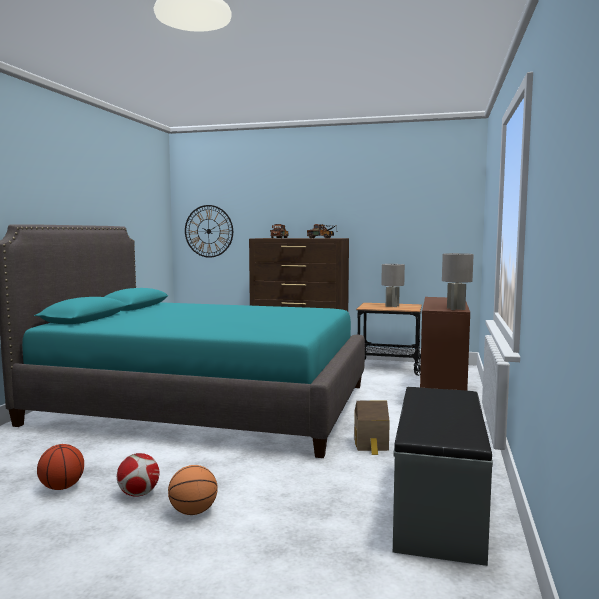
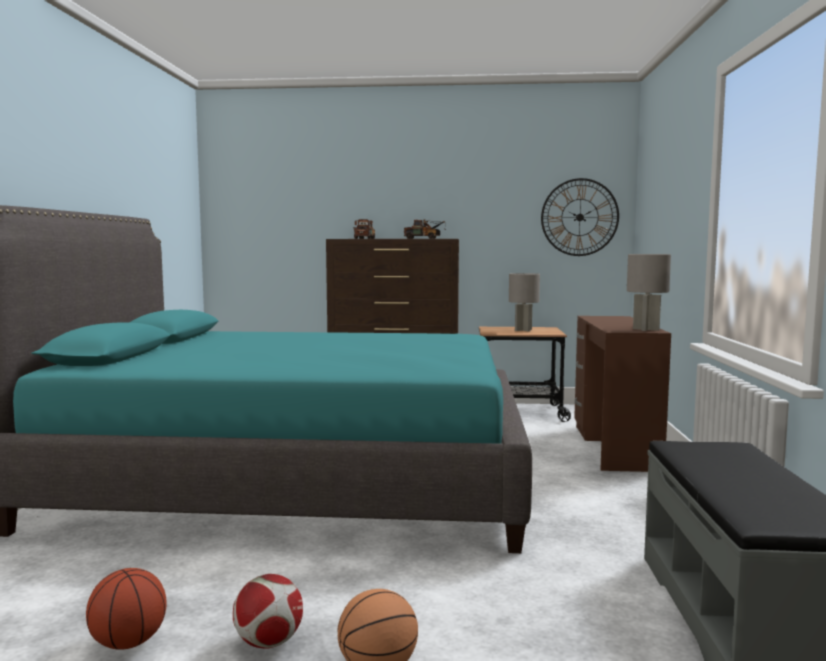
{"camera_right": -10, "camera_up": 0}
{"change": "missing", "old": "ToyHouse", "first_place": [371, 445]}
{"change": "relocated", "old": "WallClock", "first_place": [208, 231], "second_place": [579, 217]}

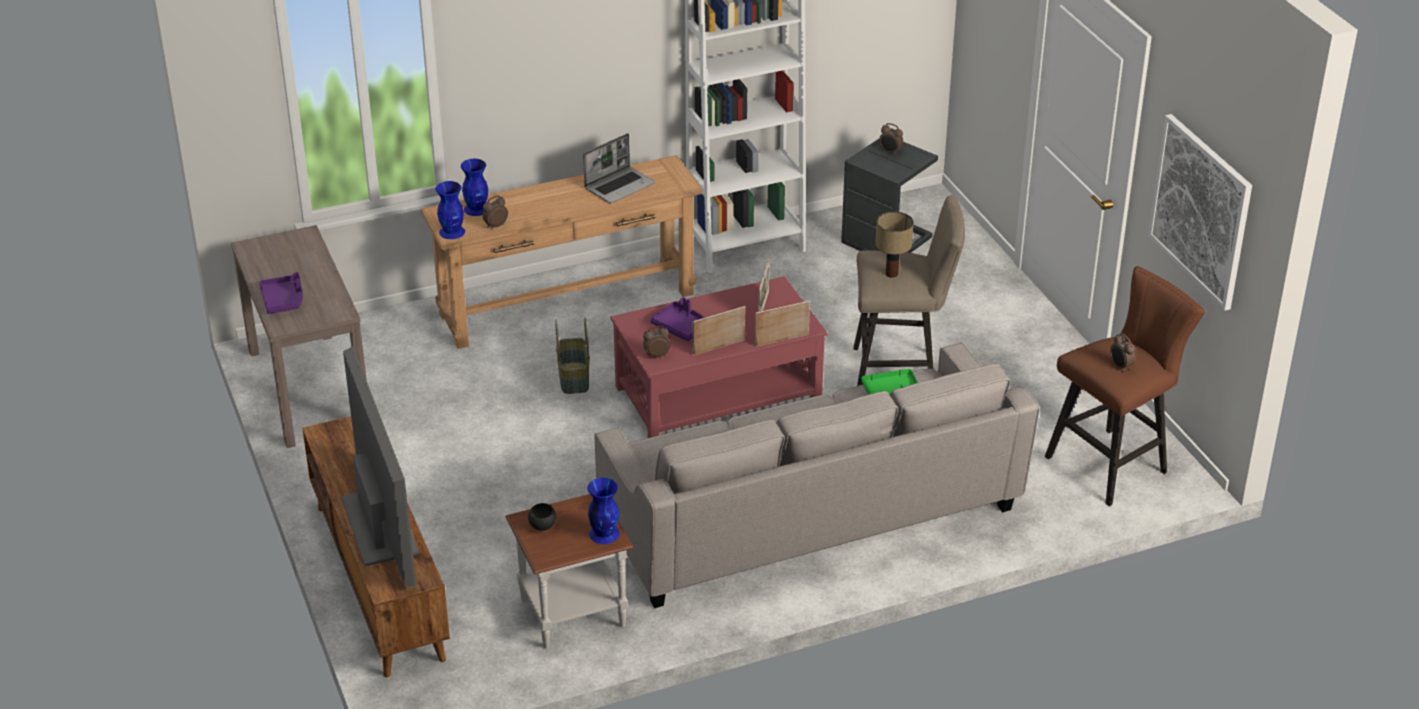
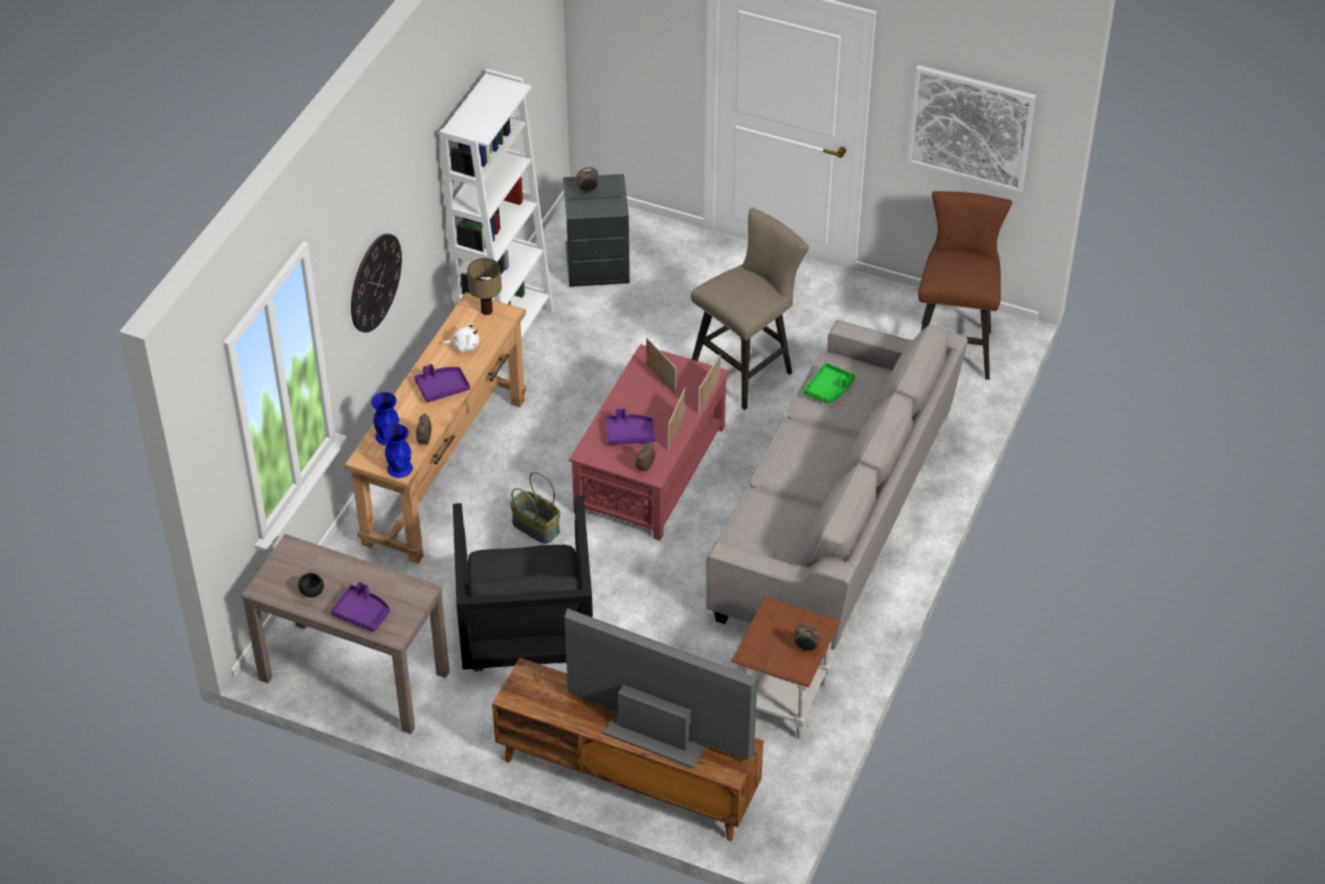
{"camera_right": -45, "camera_up": 10}
{"change": "missing", "old": "BlueVase", "first_place": [604, 533]}
{"change": "appeared", "new": "WallClock", "second_place": [375, 282]}
{"change": "appeared", "new": "PurpleTray", "second_place": [442, 388]}
{"change": "appeared", "new": "BlackArmchair", "second_place": [525, 623]}
{"change": "relocated", "old": "BlackBowl", "first_place": [542, 526], "second_place": [312, 592]}
{"change": "relocated", "old": "TableLamp", "first_place": [892, 273], "second_place": [486, 310]}
{"change": "relocated", "old": "AlarmClock", "first_place": [1120, 366], "second_place": [806, 648]}
{"change": "exchanged", "old": "Laptop", "new": "WhitePlushToy", "first_place": [620, 186], "second_place": [464, 346]}

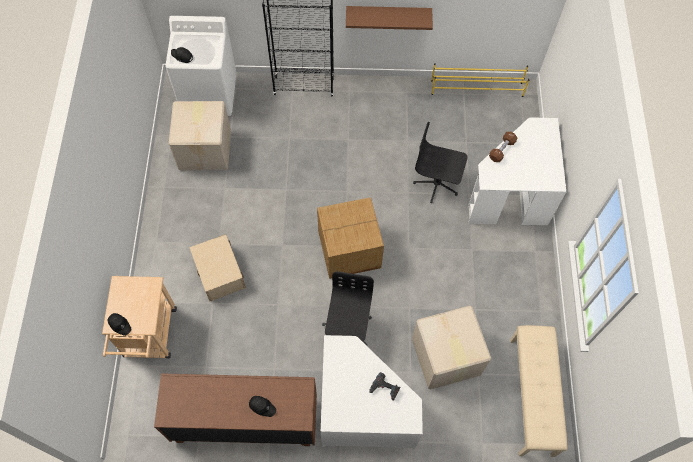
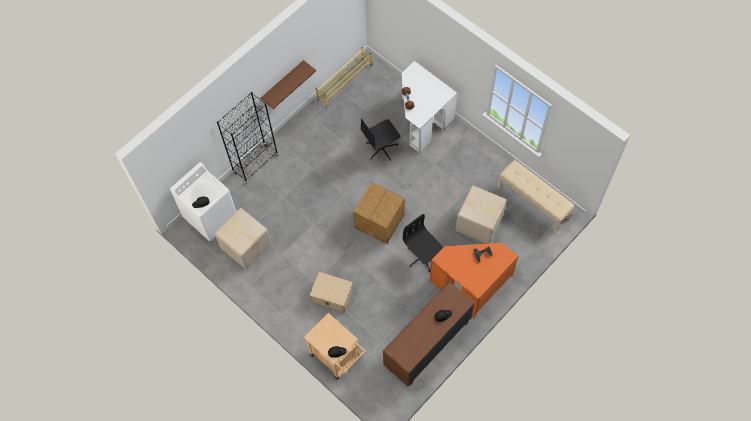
{"camera_right": -45, "camera_up": 0}
{"change": "colour", "old": "WhiteDesk", "new": "OrangeDesk", "first_place": [362, 410], "second_place": [472, 284]}

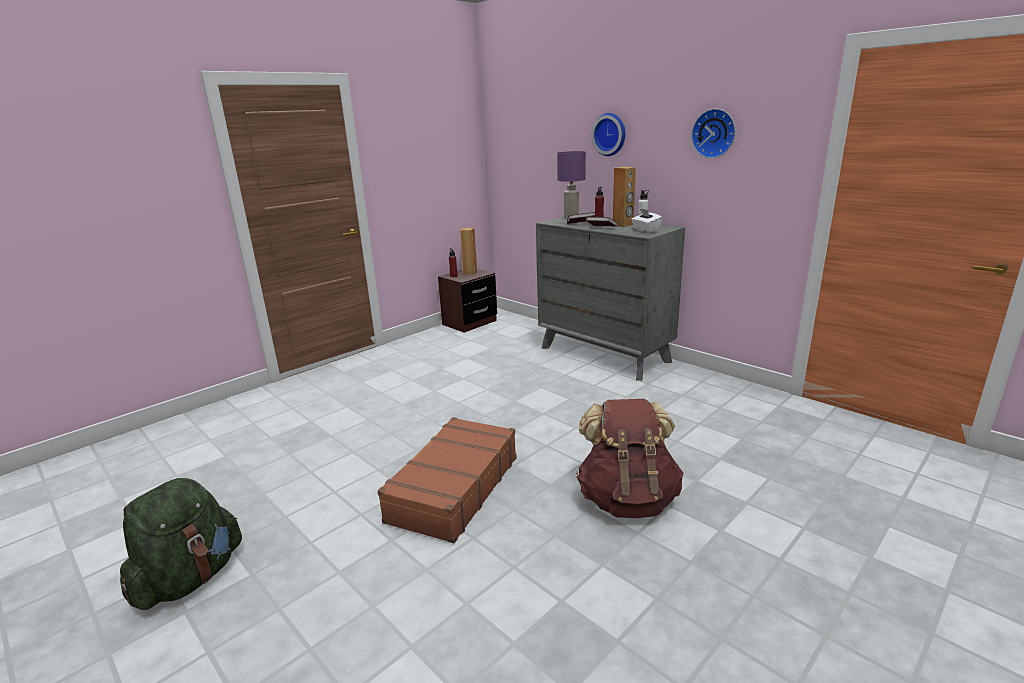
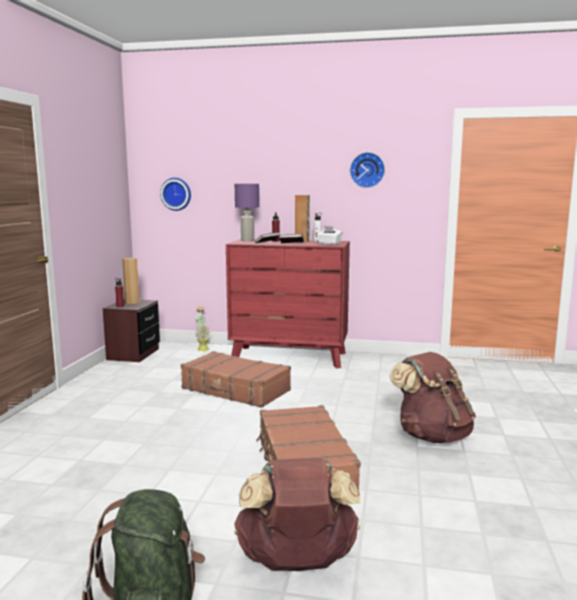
{"camera_right": -35, "camera_up": -10}
{"change": "appeared", "new": "BrownSuitcase", "second_place": [235, 390]}
{"change": "appeared", "new": "PottedPlant", "second_place": [202, 348]}
{"change": "appeared", "new": "BrownBackpack", "second_place": [297, 563]}
{"change": "relocated", "old": "WallClock", "first_place": [610, 134], "second_place": [176, 194]}
{"change": "colour", "old": "GreyDresser", "new": "RedDresser", "first_place": [604, 354], "second_place": [289, 357]}

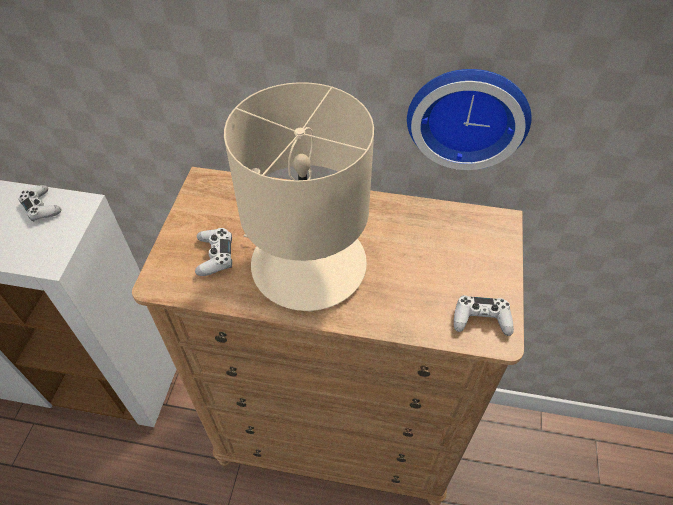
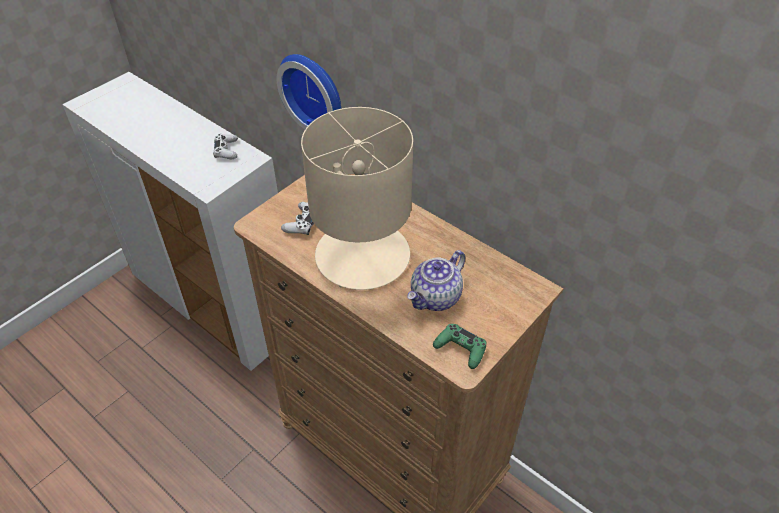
{"camera_right": 30, "camera_up": -5}
{"change": "appeared", "new": "Teapot", "second_place": [436, 298]}
{"change": "relocated", "old": "WallClock", "first_place": [468, 114], "second_place": [315, 92]}
{"change": "colour", "old": "WhiteGameController", "new": "GreenGameController", "first_place": [481, 319], "second_place": [460, 349]}

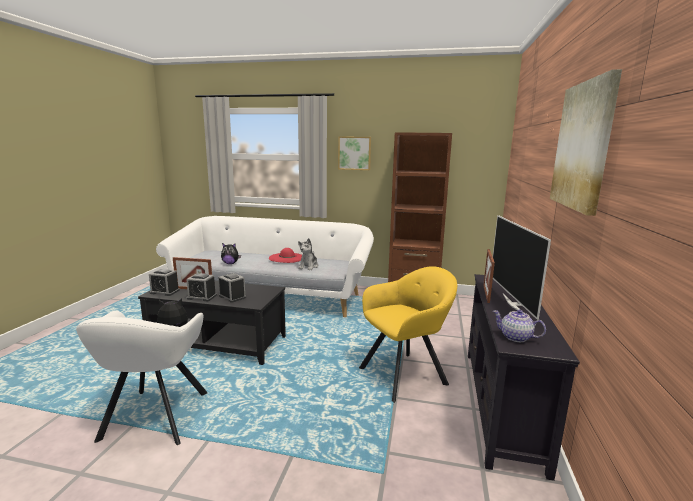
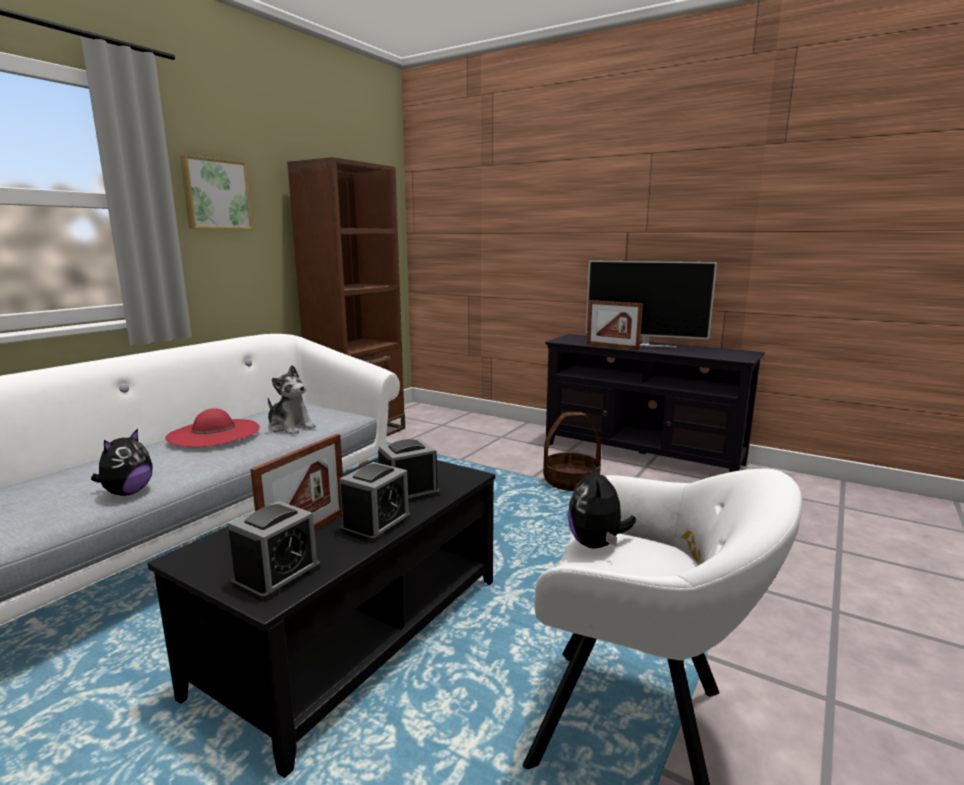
{"camera_right": -70, "camera_up": 0}
{"change": "missing", "old": "Teapot", "first_place": [516, 337]}
{"change": "missing", "old": "Picture", "first_place": [583, 146]}
{"change": "exchanged", "old": "YellowArmchair", "new": "Basket", "first_place": [406, 375], "second_place": [571, 482]}

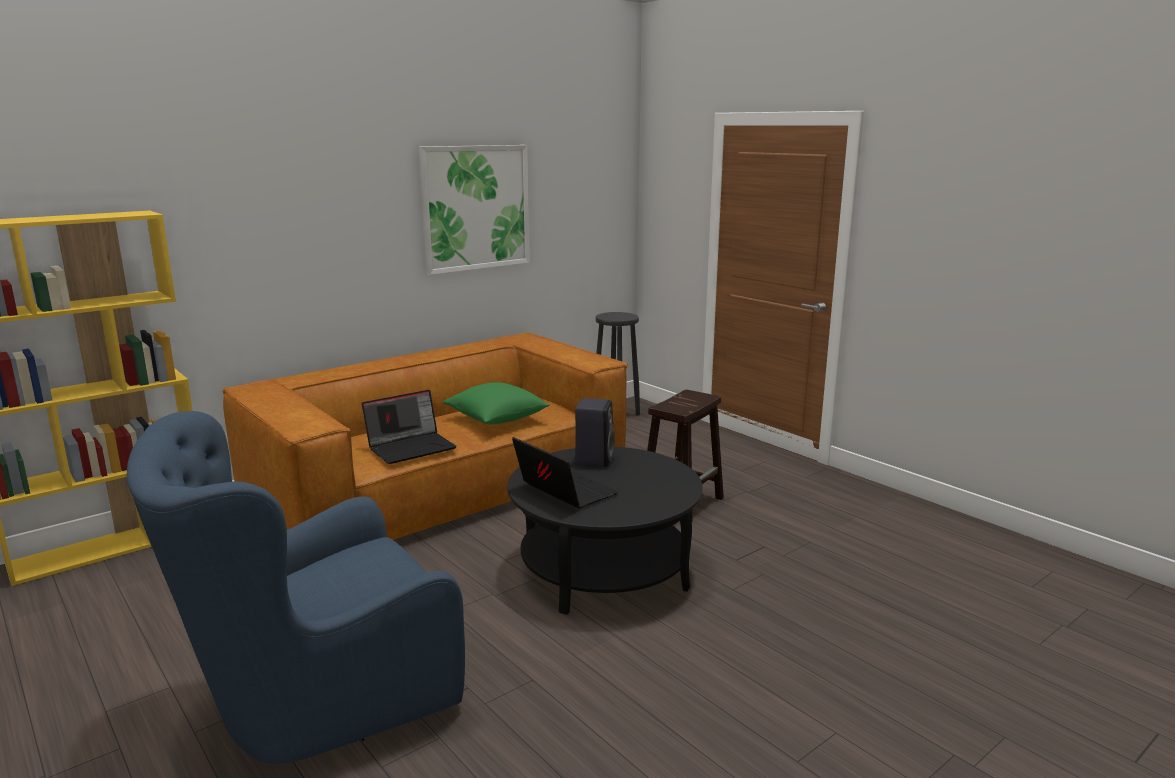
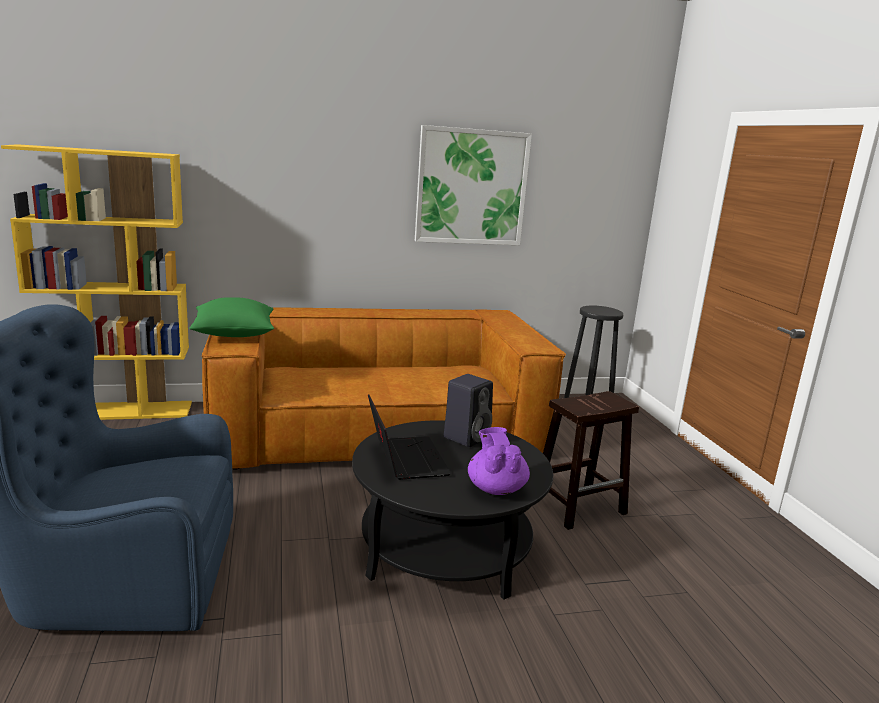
{"camera_right": 25, "camera_up": 0}
{"change": "missing", "old": "Laptop", "first_place": [411, 447]}
{"change": "appeared", "new": "PurpleTeapot", "second_place": [496, 488]}
{"change": "relocated", "old": "GreenPillow", "first_place": [496, 419], "second_place": [234, 334]}

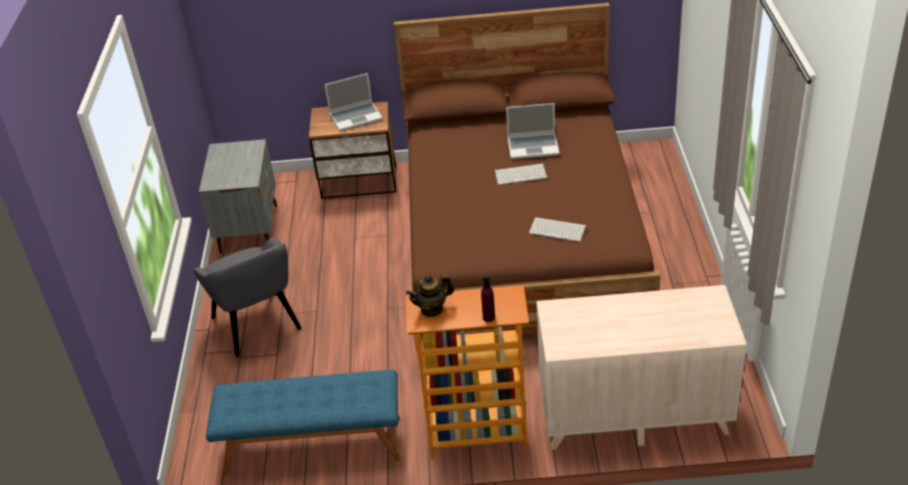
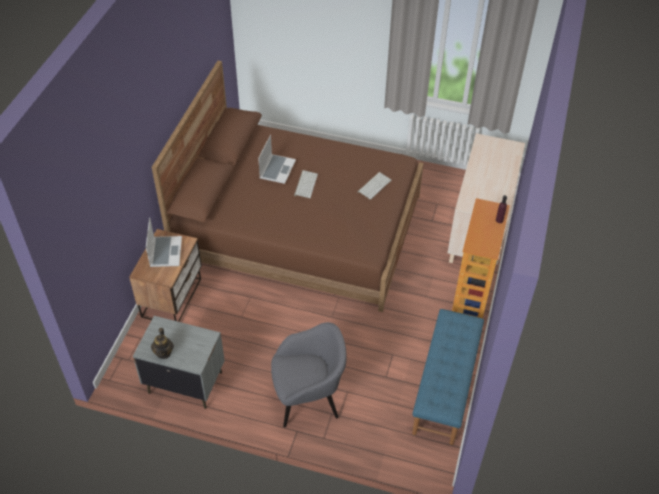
{"camera_right": -75, "camera_up": 10}
{"change": "relocated", "old": "Teapot", "first_place": [432, 309], "second_place": [164, 352]}

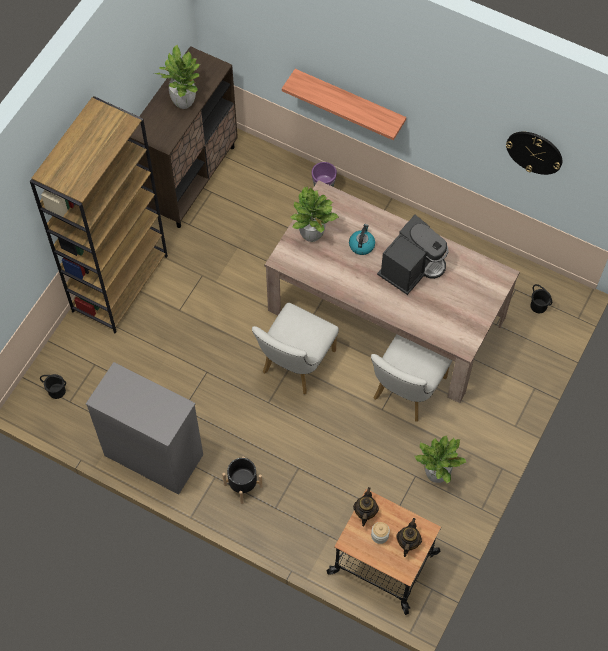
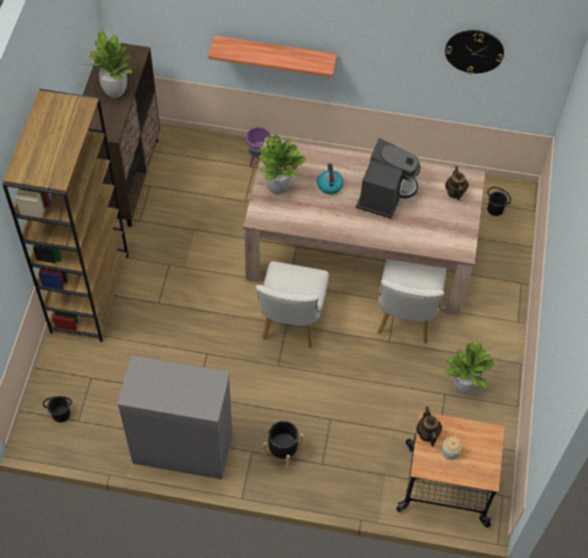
{"camera_right": -20, "camera_up": -5}
{"change": "relocated", "old": "Teapot", "first_place": [407, 542], "second_place": [455, 192]}

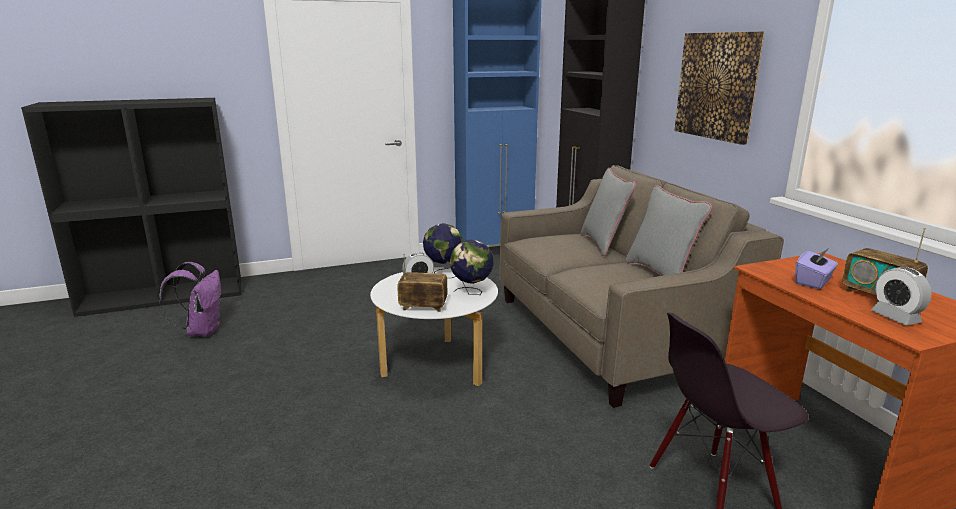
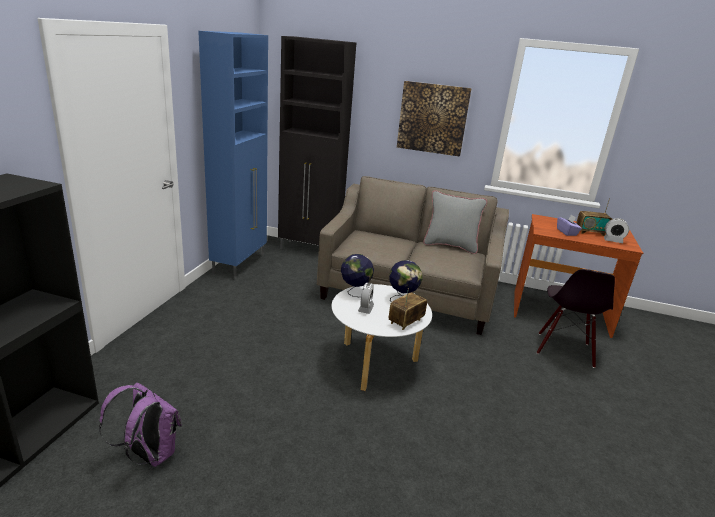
{"camera_right": -55, "camera_up": 5}
{"change": "missing", "old": "GreyPillow", "first_place": [603, 244]}

